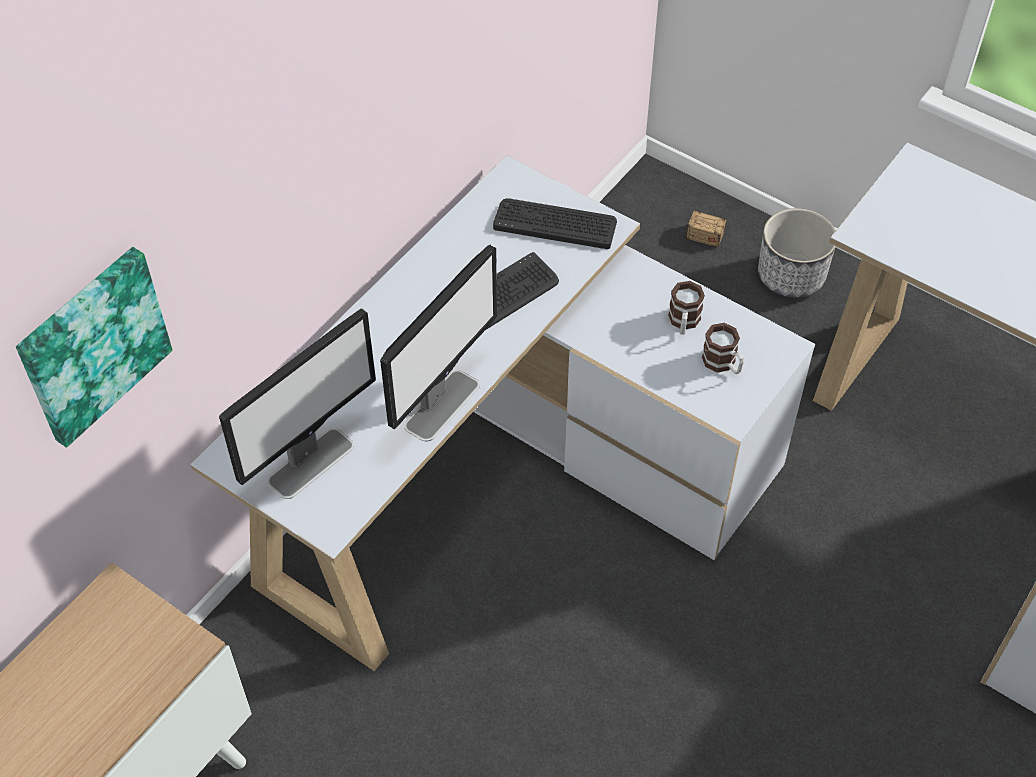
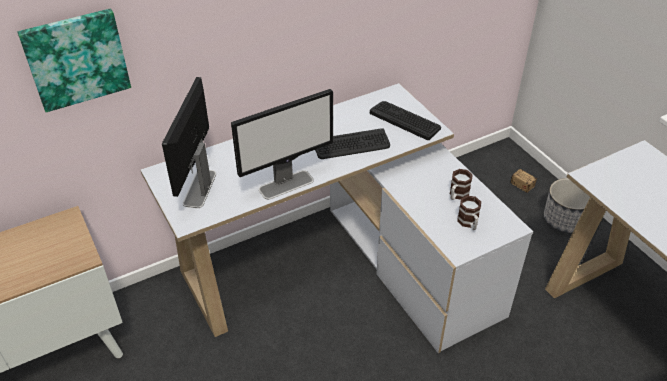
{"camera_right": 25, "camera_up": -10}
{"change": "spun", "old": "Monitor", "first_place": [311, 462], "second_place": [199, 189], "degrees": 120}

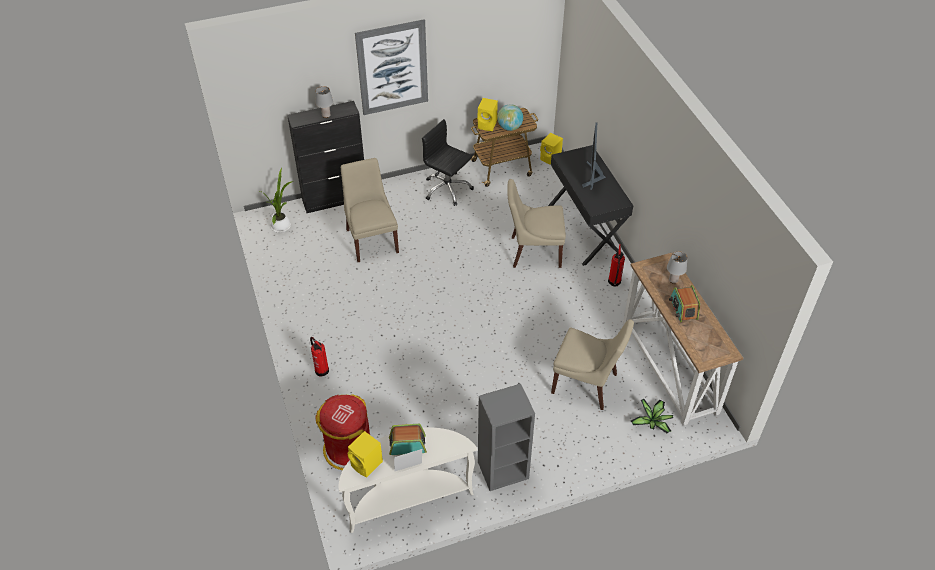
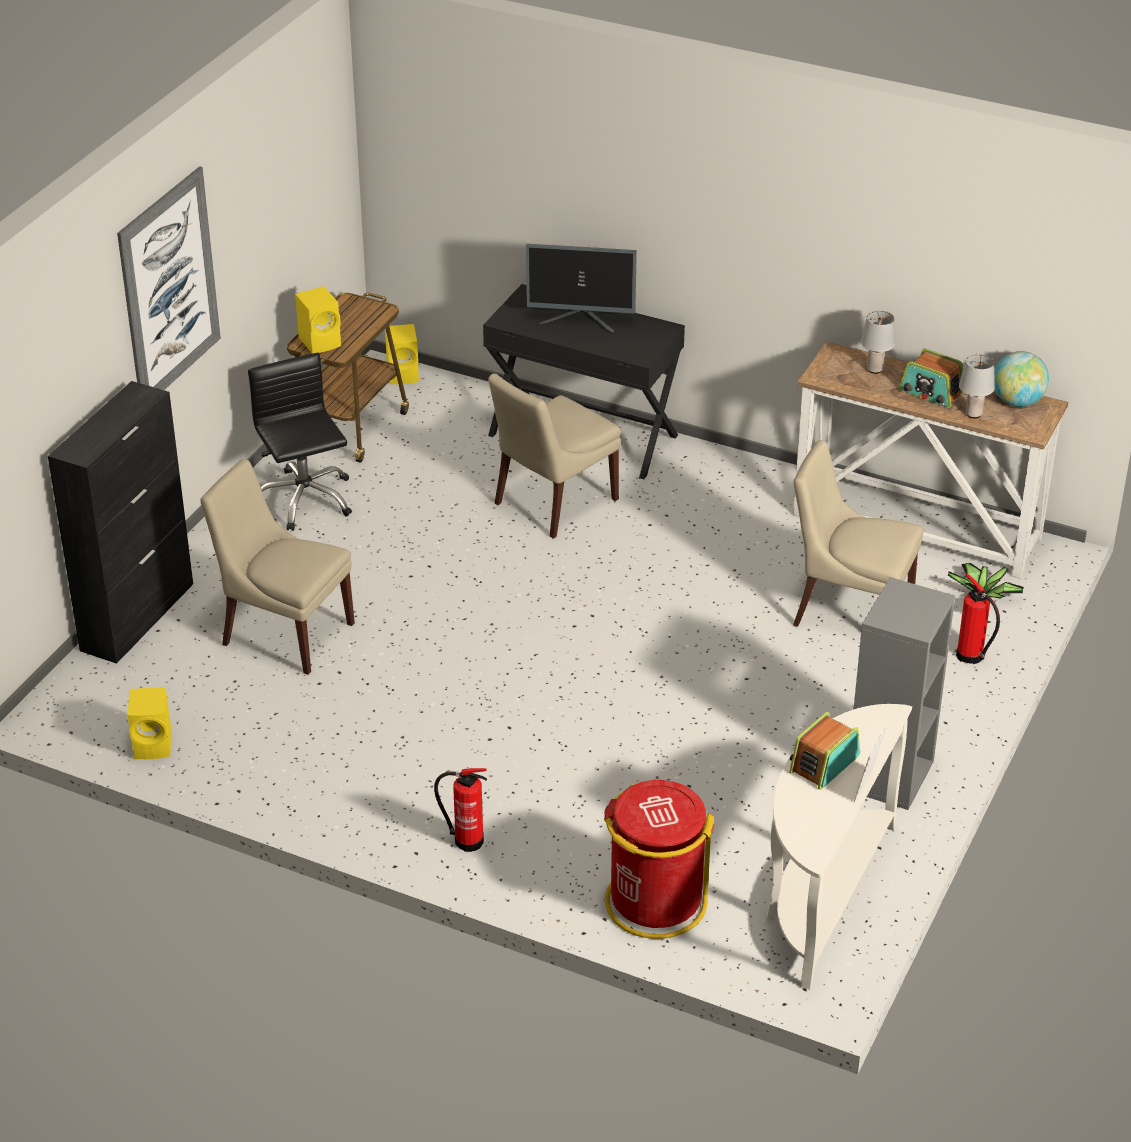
{"camera_right": -45, "camera_up": -10}
{"change": "missing", "old": "PottedPlant", "first_place": [282, 225]}
{"change": "relocated", "old": "GreyTableLamp", "first_place": [326, 116], "second_place": [973, 414]}
{"change": "relocated", "old": "YellowSpeaker", "first_place": [367, 464], "second_place": [154, 745]}
{"change": "relocated", "old": "Globe", "first_place": [509, 127], "second_place": [1017, 402]}
{"change": "relocated", "old": "FireExtinguisher", "first_place": [614, 282], "second_place": [971, 657]}
{"change": "spun", "old": "BlackOfficeChair", "first_place": [447, 189], "second_place": [304, 499], "degrees": 75}
{"change": "spun", "old": "BeigeChair", "first_place": [586, 384], "second_place": [848, 611], "degrees": -135}
{"change": "spun", "old": "Monitor", "first_place": [593, 176], "second_place": [581, 320], "degrees": -45}

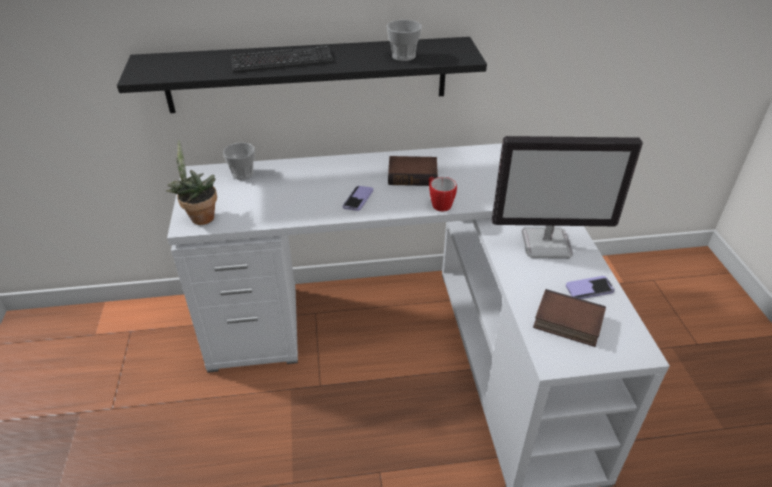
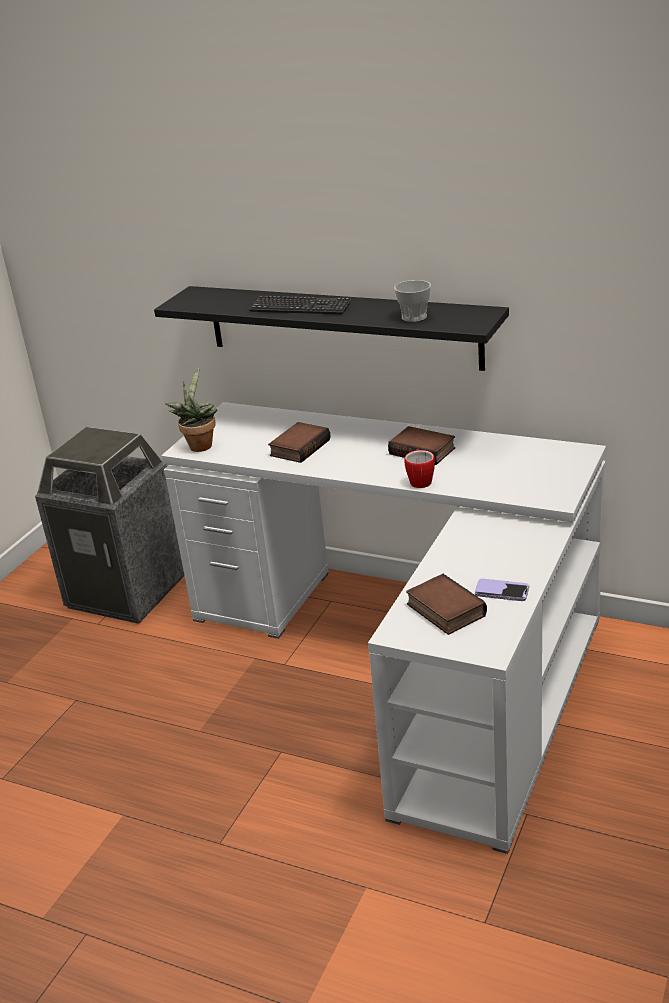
{"camera_right": 35, "camera_up": -10}
{"change": "missing", "old": "Cup", "first_place": [243, 174]}
{"change": "missing", "old": "Phone", "first_place": [358, 199]}
{"change": "missing", "old": "Monitor", "first_place": [547, 244]}
{"change": "appeared", "new": "TrashCan", "second_place": [127, 592]}
{"change": "appeared", "new": "Book", "second_place": [299, 447]}

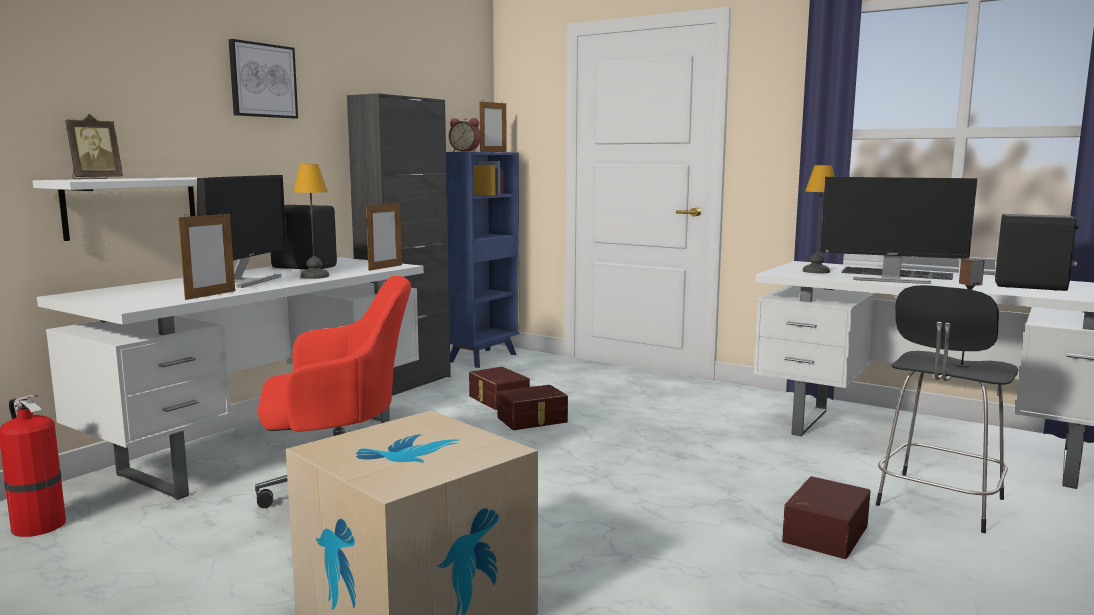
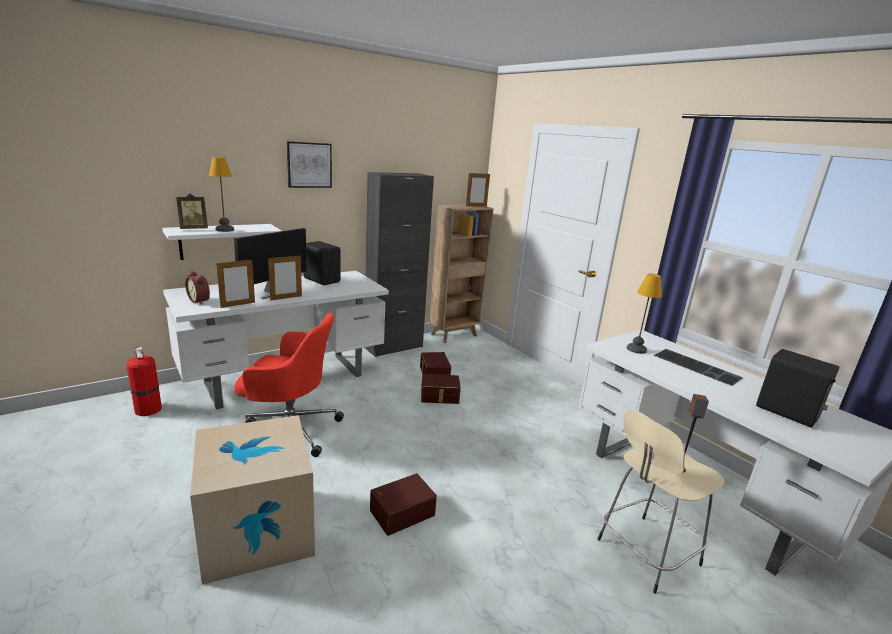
{"camera_right": 20, "camera_up": 10}
{"change": "missing", "old": "Monitor", "first_place": [890, 279]}
{"change": "relocated", "old": "TableLamp", "first_place": [314, 276], "second_place": [224, 229]}
{"change": "relocated", "old": "PictureFrame", "first_place": [385, 267], "second_place": [286, 298]}
{"change": "relocated", "old": "AlarmClock", "first_place": [465, 151], "second_place": [200, 301]}
{"change": "relocated", "old": "BrownStorageBox", "first_place": [823, 533], "second_place": [401, 511]}
{"change": "colour", "old": "BlueBookcase", "new": "BrownBookcase", "first_place": [483, 358], "second_place": [455, 335]}
{"change": "colour", "old": "BlackStool", "new": "BeigeStool", "first_place": [938, 503], "second_place": [645, 553]}

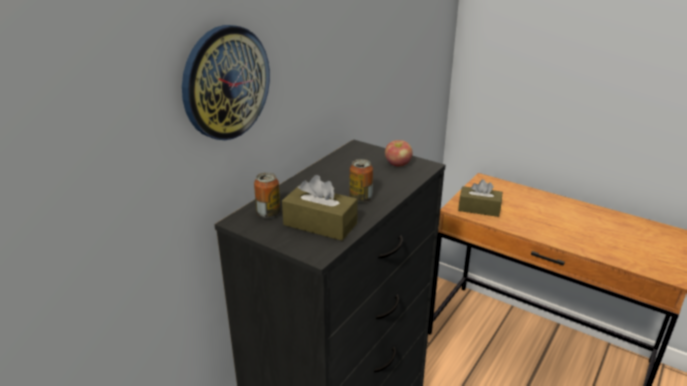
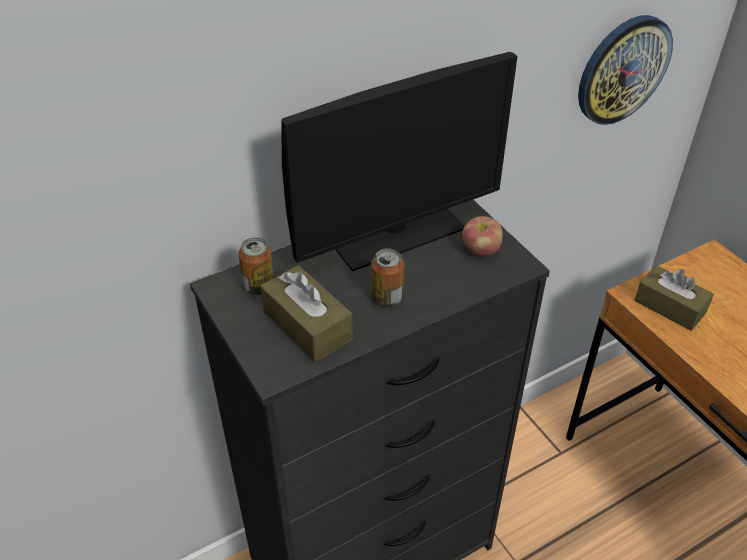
{"camera_right": 25, "camera_up": 15}
{"change": "appeared", "new": "Monitor", "second_place": [395, 232]}
{"change": "relocated", "old": "WallClock", "first_place": [225, 83], "second_place": [622, 69]}

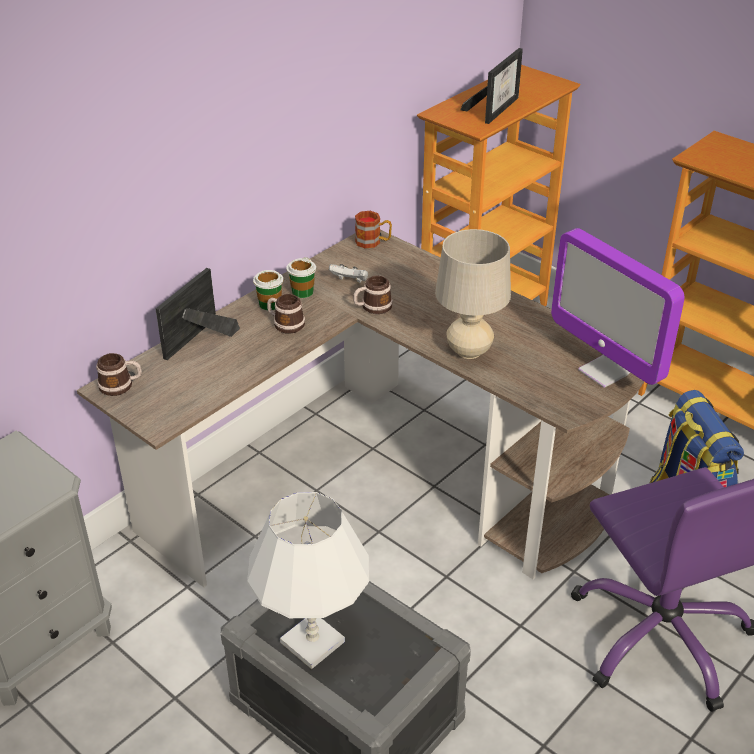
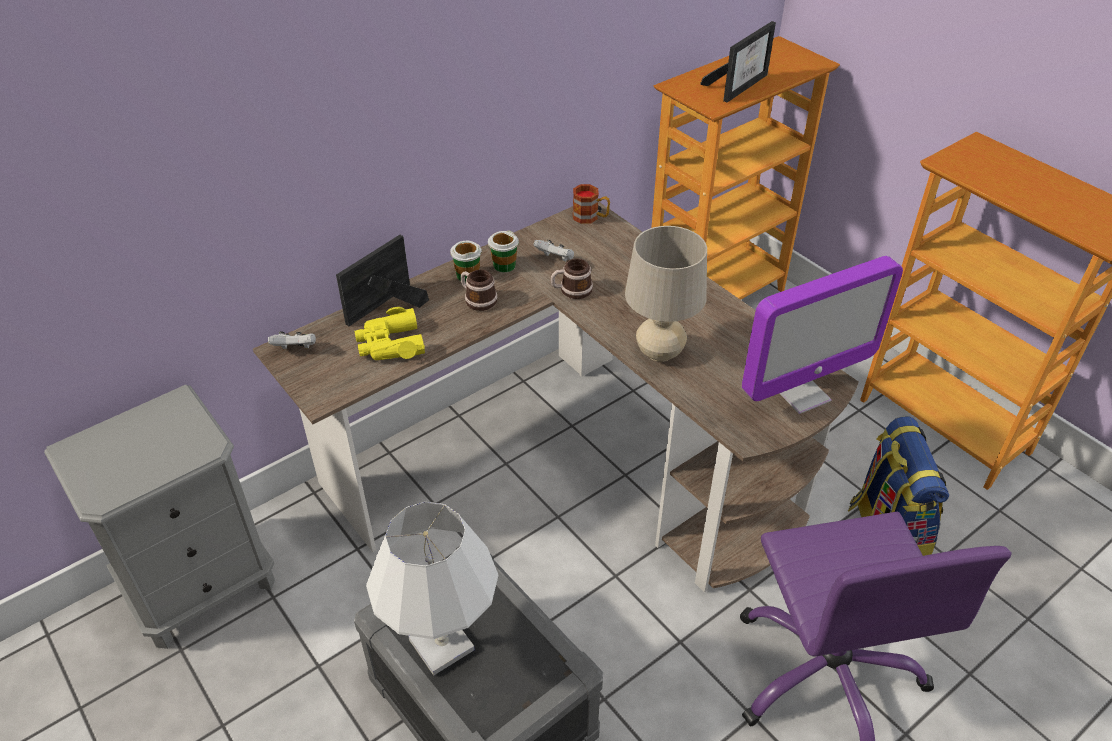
{"camera_right": 10, "camera_up": 5}
{"change": "appeared", "new": "YellowBinoculars", "second_place": [390, 344]}
{"change": "exchanged", "old": "Mug", "new": "WhiteGameController", "first_place": [121, 385], "second_place": [296, 349]}
{"change": "spun", "old": "Monitor", "first_place": [605, 371], "second_place": [801, 394], "degrees": -90}

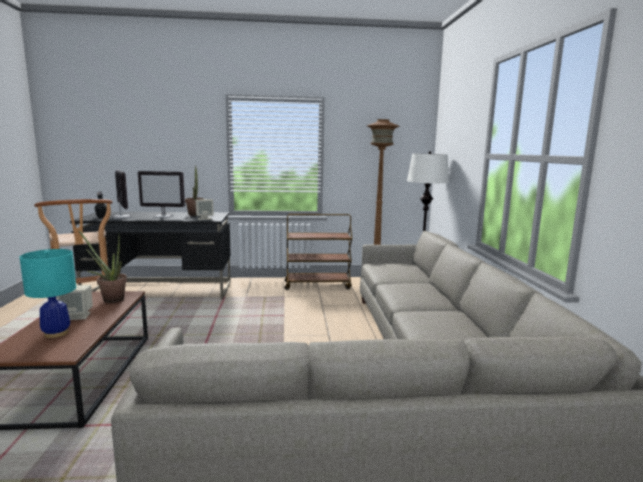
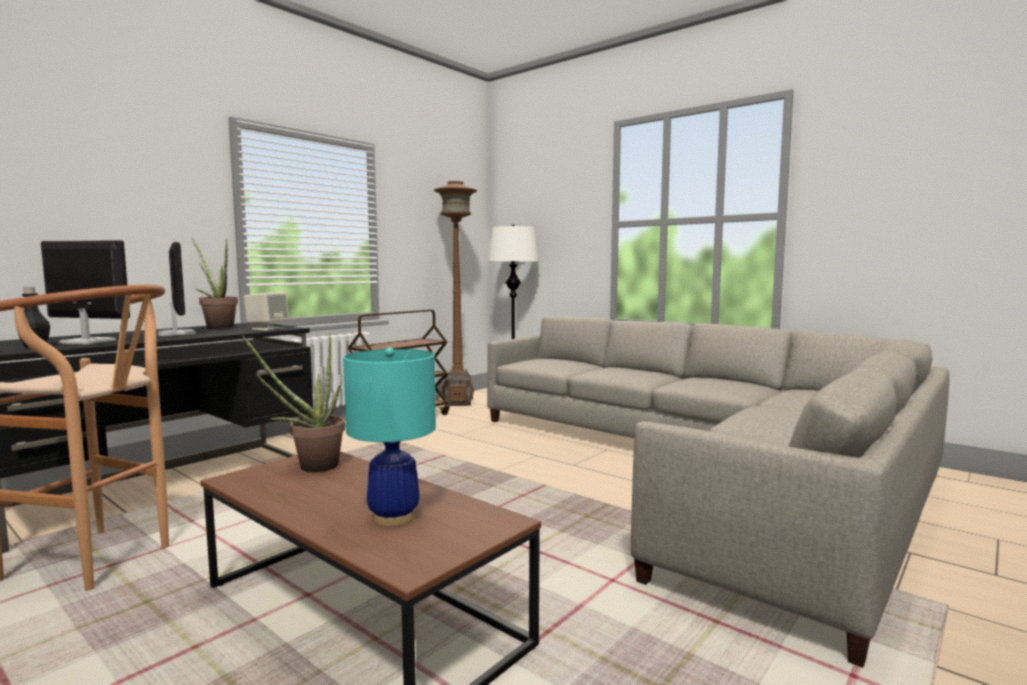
{"camera_right": -45, "camera_up": -5}
{"change": "missing", "old": "BeigeSpeaker", "first_place": [77, 316]}
{"change": "spun", "old": "Monitor", "first_place": [163, 217], "second_place": [176, 334], "degrees": -75}

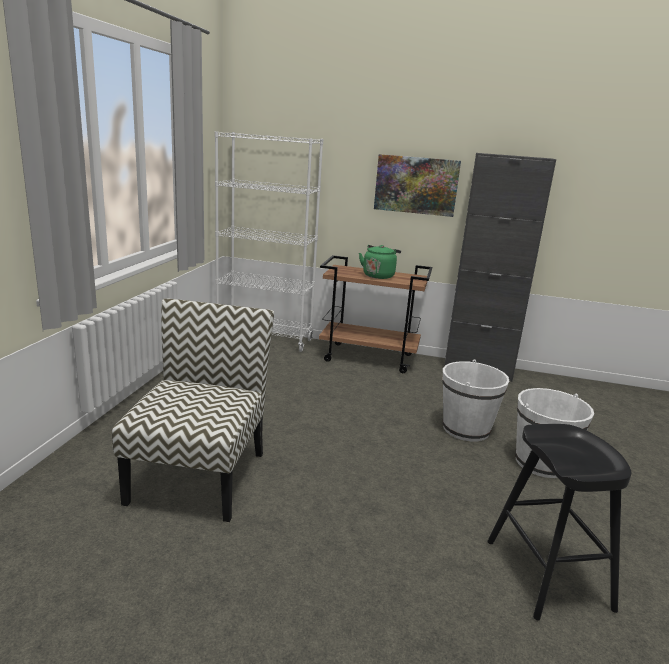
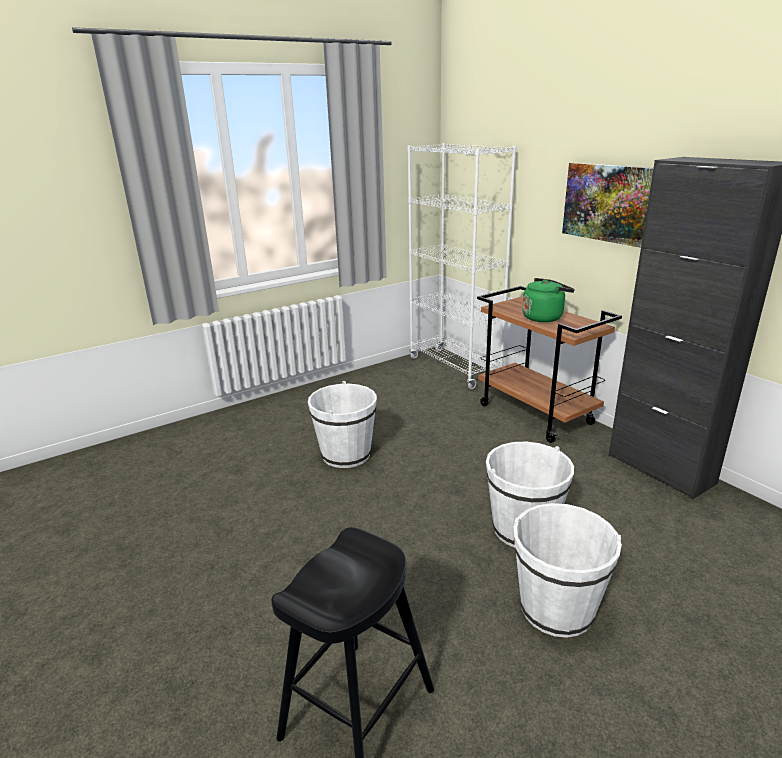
{"camera_right": 45, "camera_up": 5}
{"change": "missing", "old": "Chair", "first_place": [198, 475]}
{"change": "appeared", "new": "WhiteBucket", "second_place": [346, 454]}

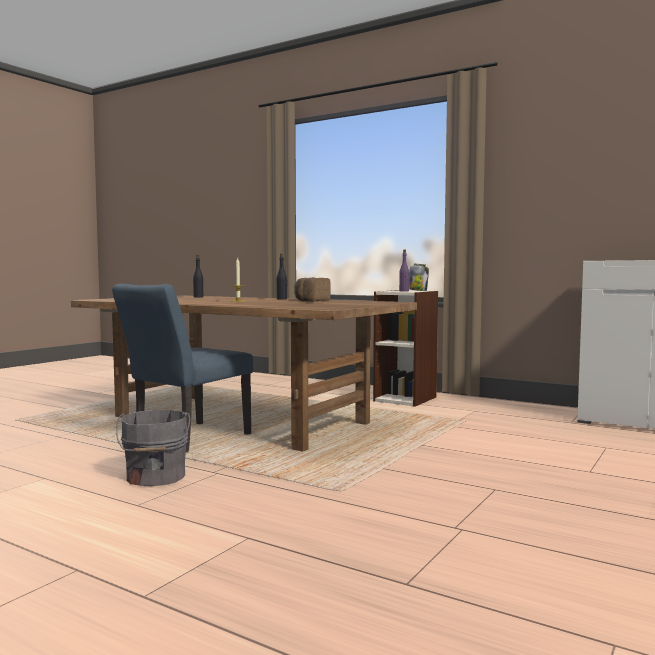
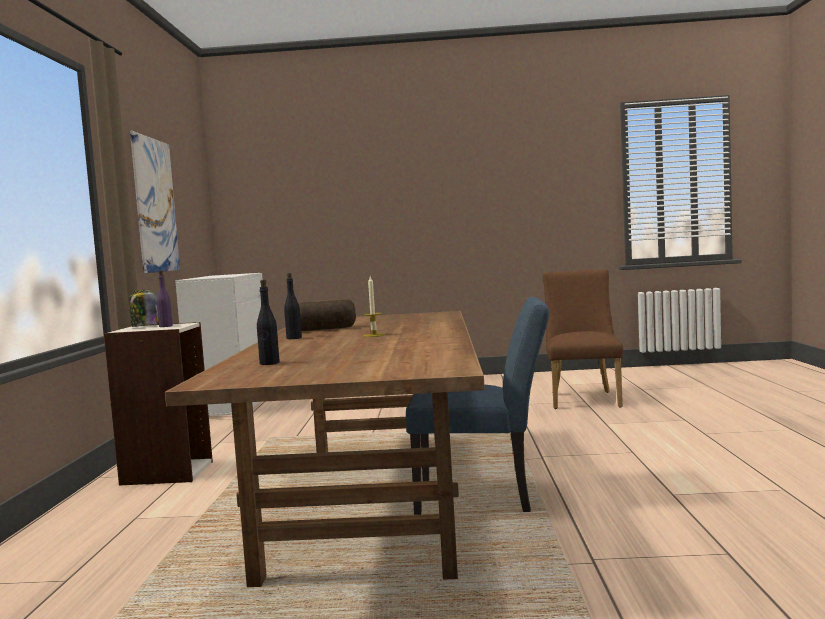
{"camera_right": -120, "camera_up": 0}
{"change": "missing", "old": "GreyBucket", "first_place": [155, 477]}
{"change": "appeared", "new": "Picture", "second_place": [155, 205]}
{"change": "appeared", "new": "BrownChair", "second_place": [583, 398]}

